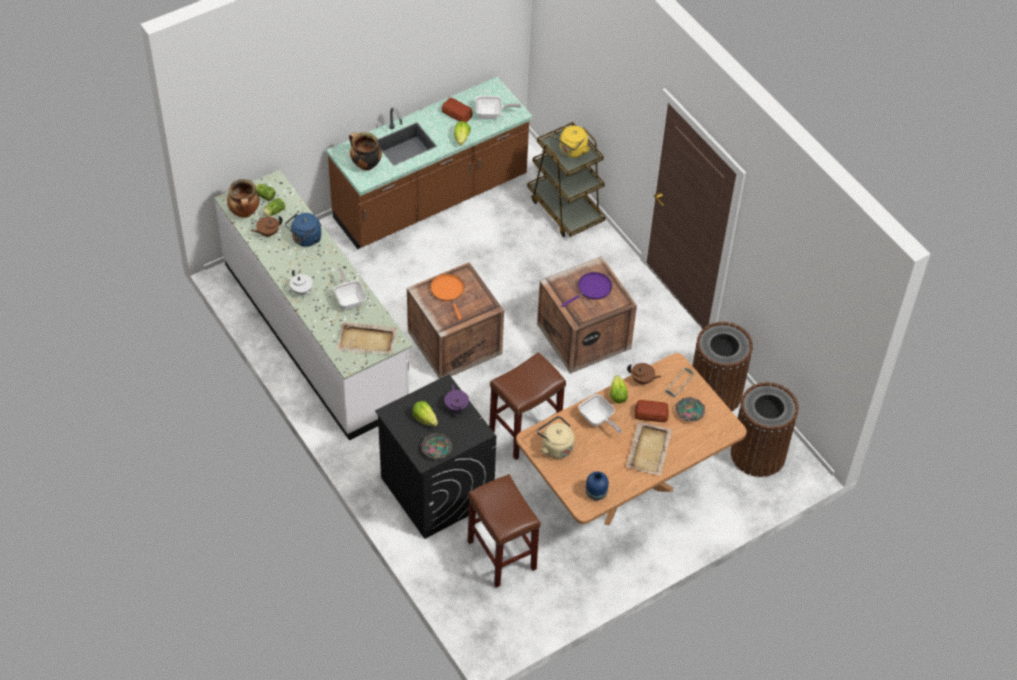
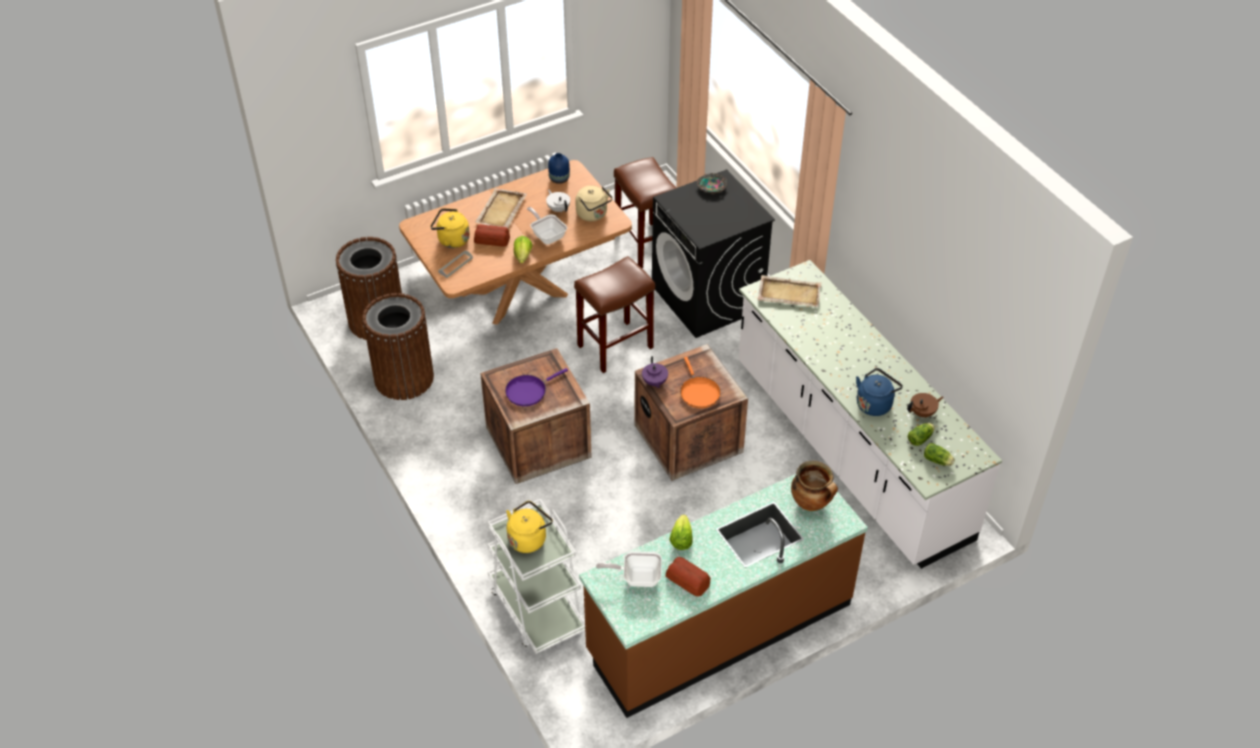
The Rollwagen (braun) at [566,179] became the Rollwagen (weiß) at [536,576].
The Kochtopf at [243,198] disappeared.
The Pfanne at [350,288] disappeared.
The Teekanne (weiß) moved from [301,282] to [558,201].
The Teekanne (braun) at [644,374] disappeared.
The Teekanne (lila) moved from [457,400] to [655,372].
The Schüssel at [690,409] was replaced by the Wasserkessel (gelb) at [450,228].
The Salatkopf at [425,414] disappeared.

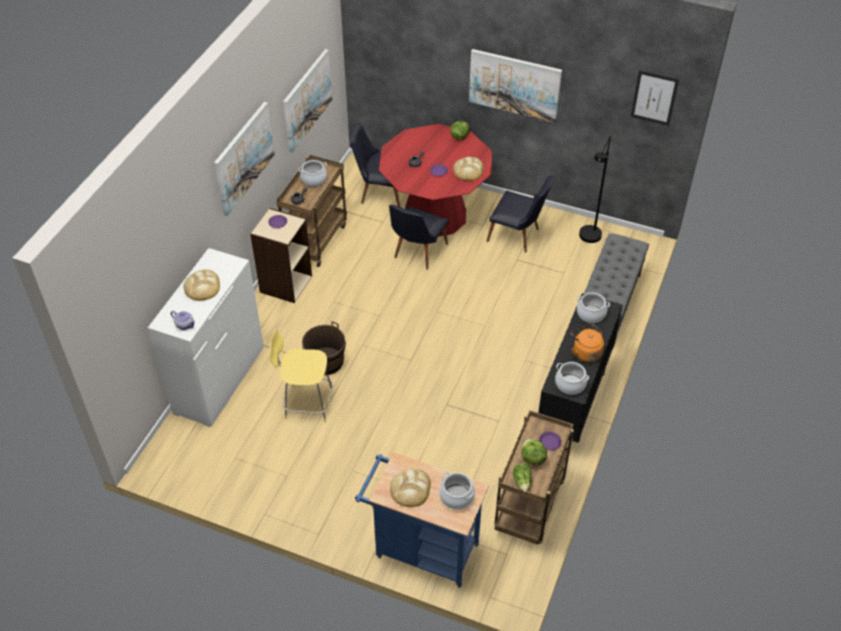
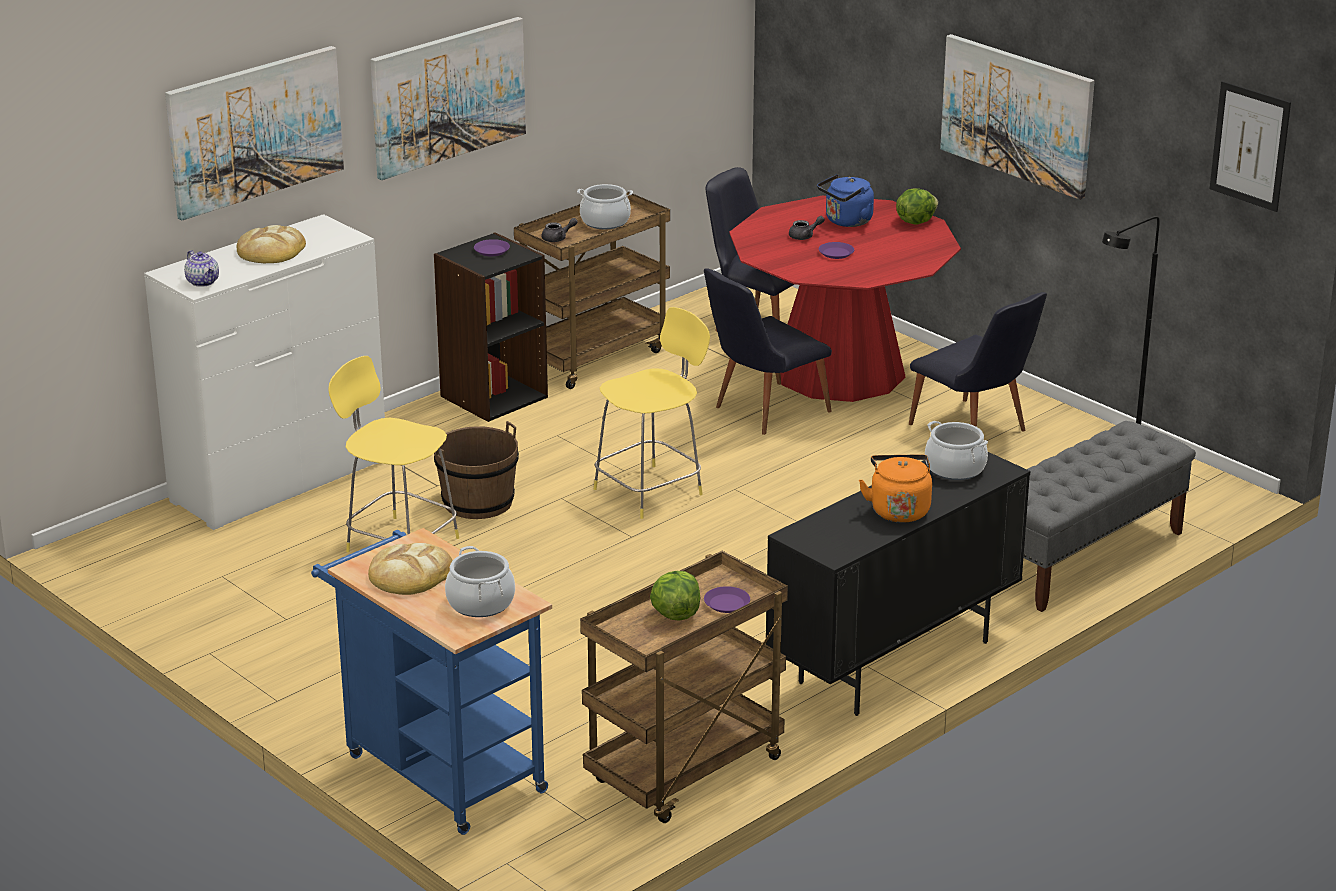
The Bild moved from [307,101] to [254,133].
The Brot at [468,169] disappeared.
The Bücherregal (beige) at [281,255] became the Bücherregal (schwarz) at [491,327].
The Kochtopf at [572,378] disappeared.
The Salatkopf at [522,477] disappeared.
The Wasserkessel (blau) at [845,200] appeared.
The Hocker (gelb) at [652,413] appeared.

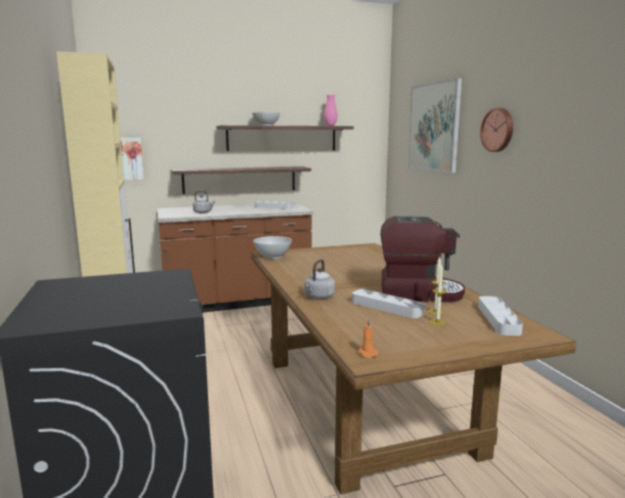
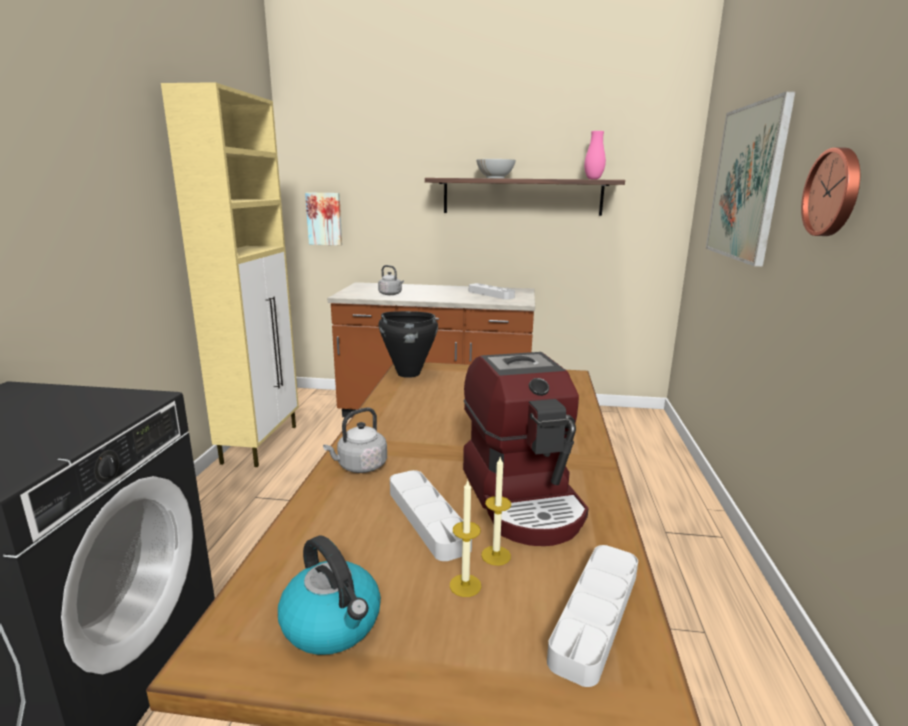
The Wandregal at [241,180] disappeared.
The Kaffeemaschine at [422,259] turned 45 degrees clockwise.
The Schüssel (weiß) at [272,247] was replaced by the Kochtopf (schwarz) at [408,344].
The Kerze (orange) at [368,338] disappeared.
The Wasserkessel at [329,595] appeared.

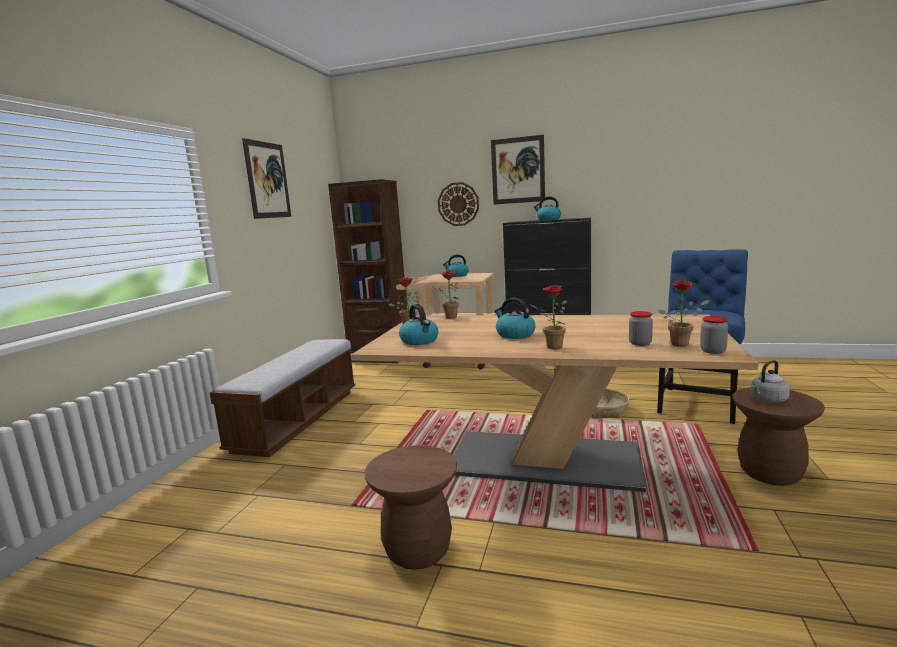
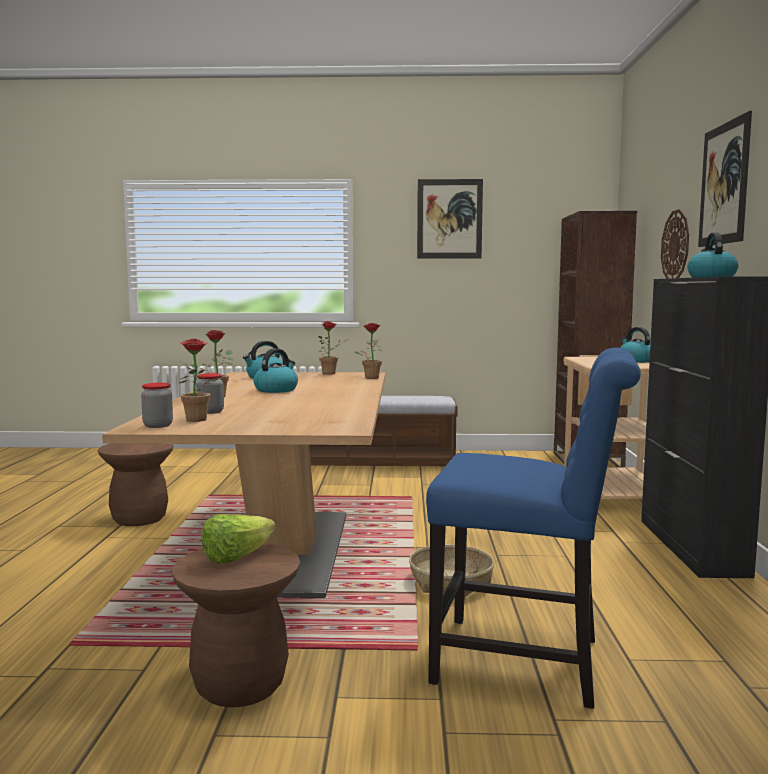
The Wasserkessel (grau) at [770,381] was replaced by the Salatkopf at [238,539].

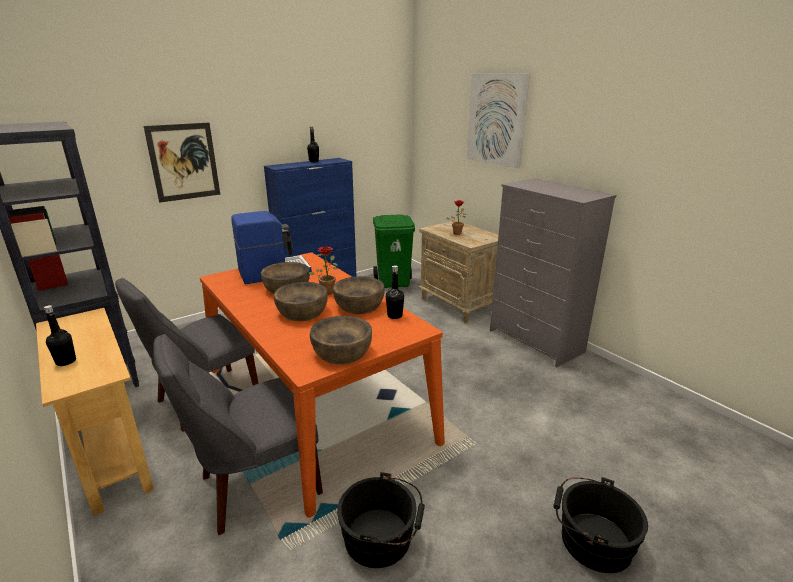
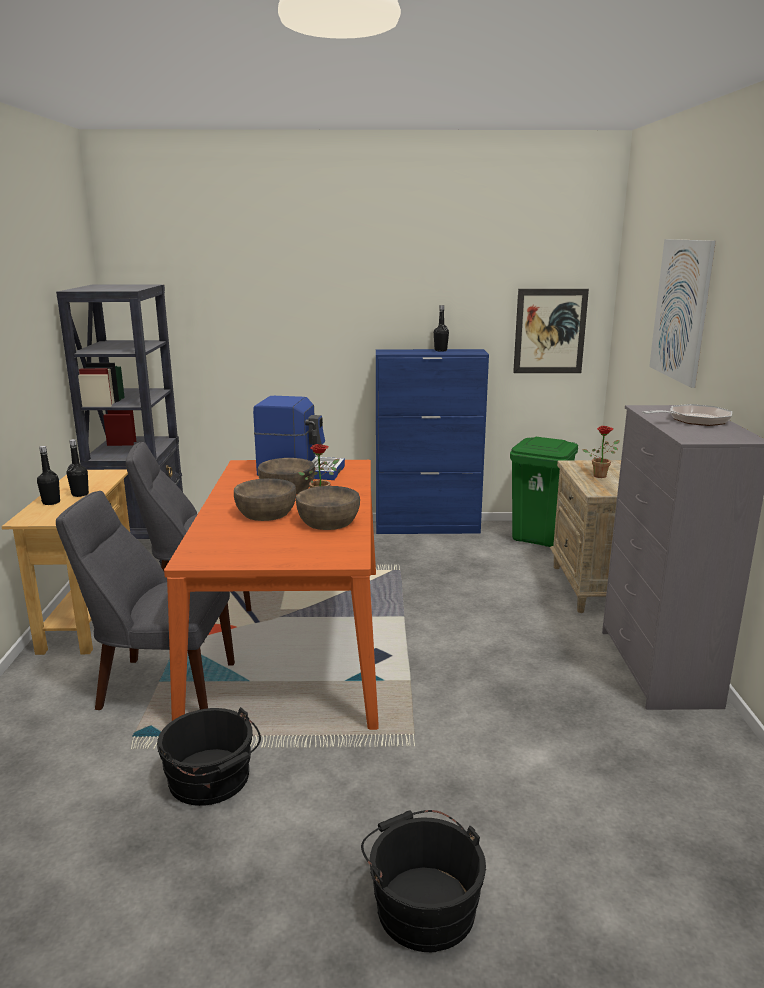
The Bild moved from [181,163] to [551,331].
The Flasche (schwarz) moved from [395,292] to [78,468].
The Schüssel (braun) at [341,340] disappeared.
The Pfanne at [687,415] appeared.

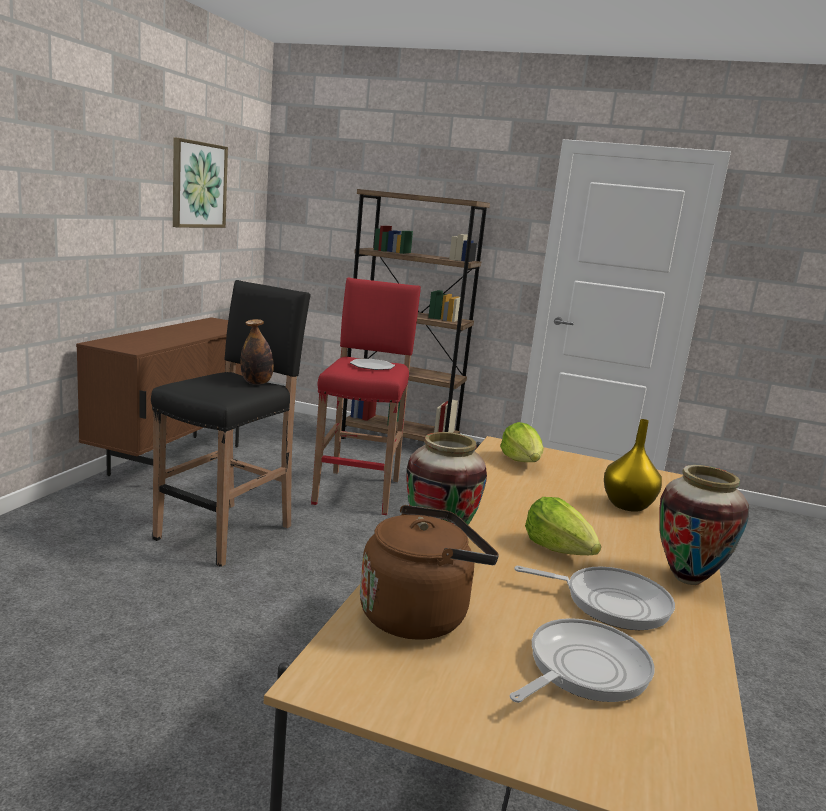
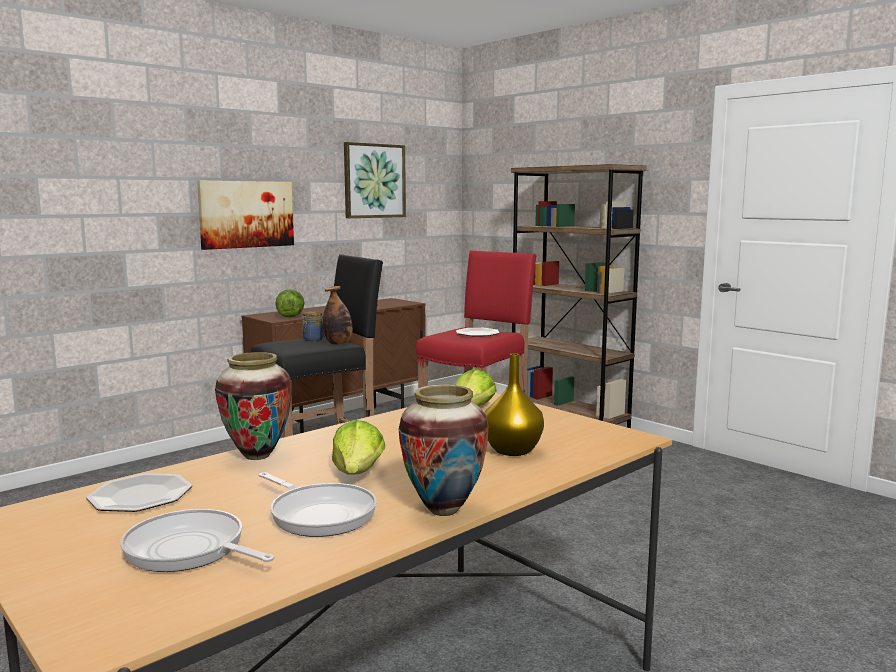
The Wasserkessel (braun) at [429,572] was replaced by the Teller at [139,492].
The Pfanne at [582,660] turned 135 degrees counterclockwise.
The Bild at [245,215] appeared.
The Salatkopf at [290,303] appeared.
The Vorratsglas at [313,326] appeared.

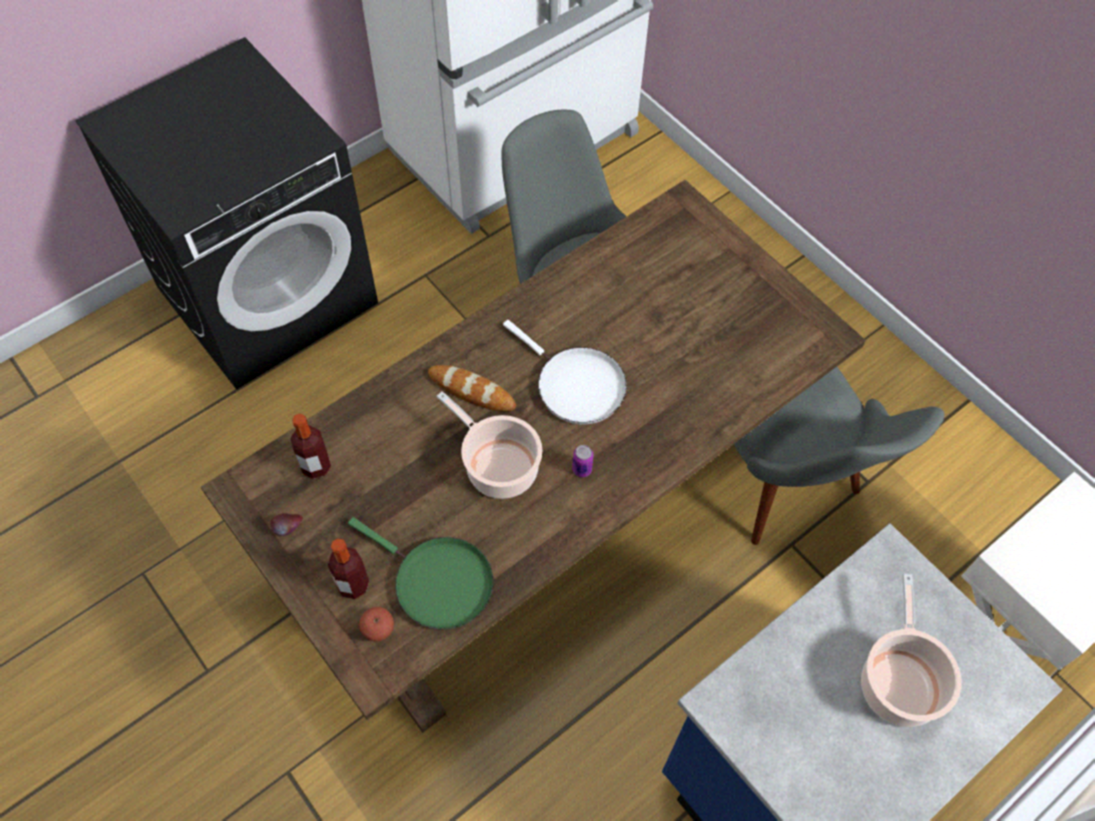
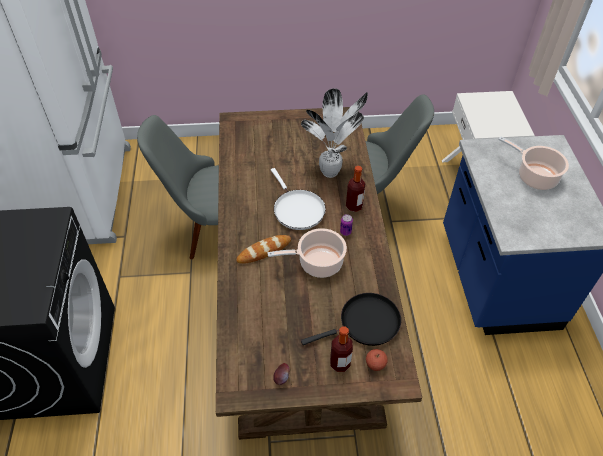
The Pfanne (weiß) at [565,372] turned 75 degrees clockwise.
The Flasche moved from [311,446] to [355,189].
The Pfanne (grün) at [420,573] became the Pfanne (schwarz) at [351,319].
The Topfpflanze at [334,133] appeared.

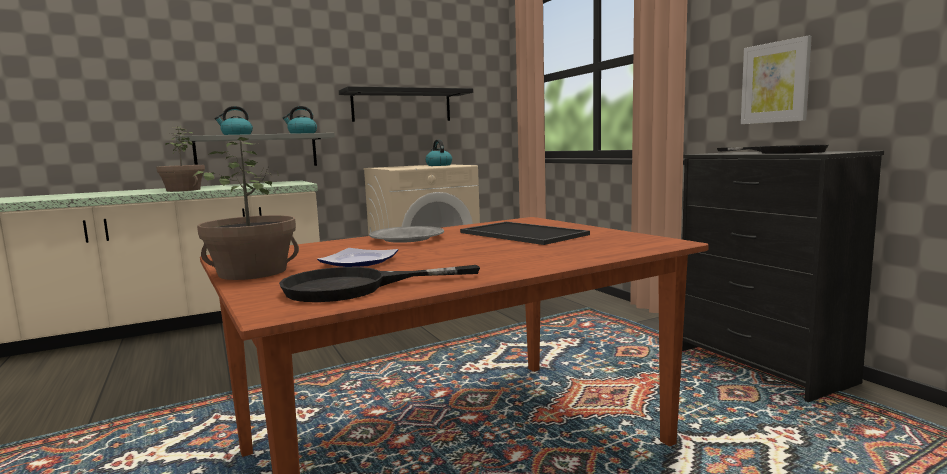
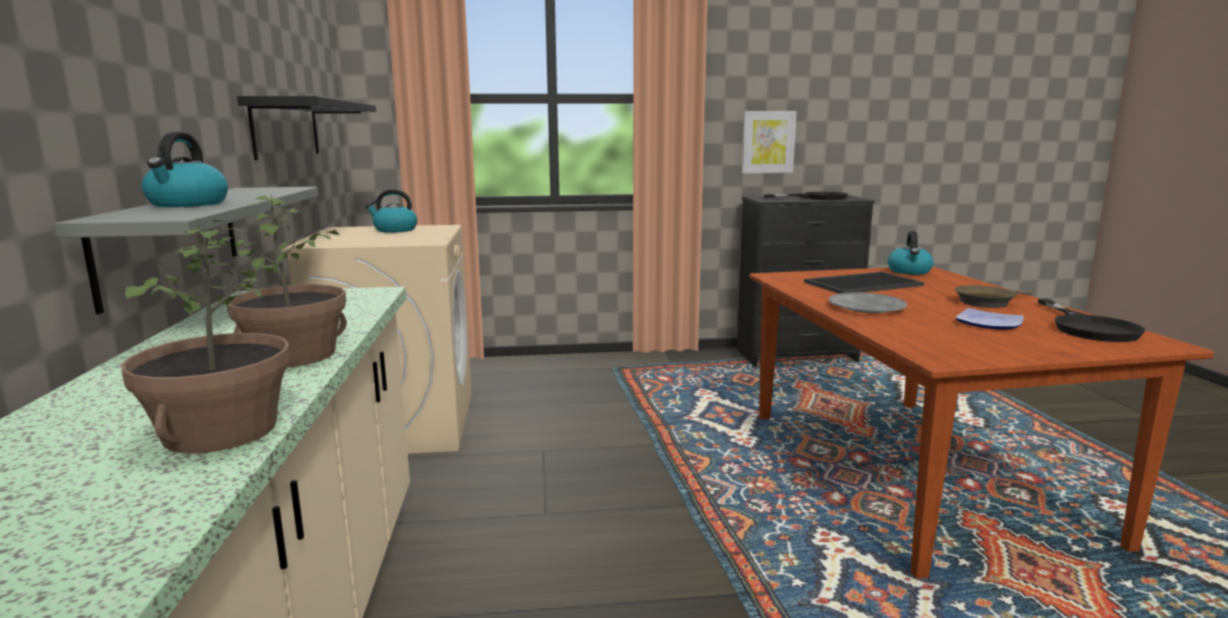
The Wasserkessel moved from [300,120] to [911,253].
The Topfpflanze moved from [246,208] to [206,335].
The Pfanne (braun) at [993,296] appeared.

